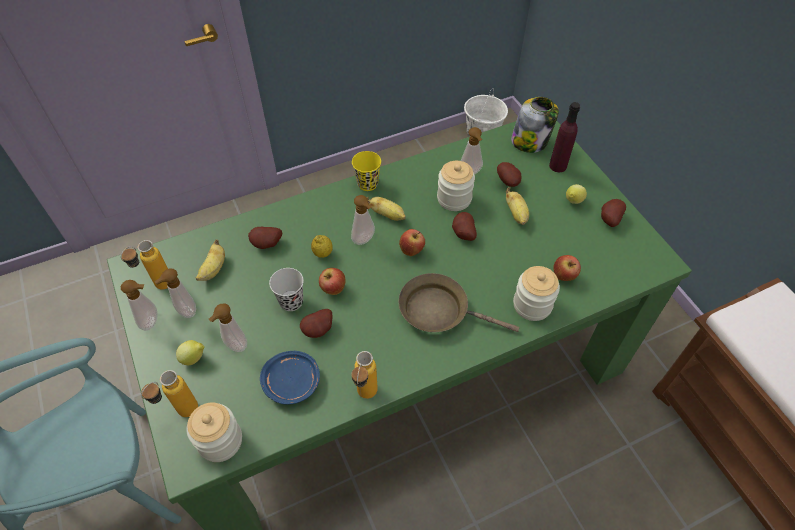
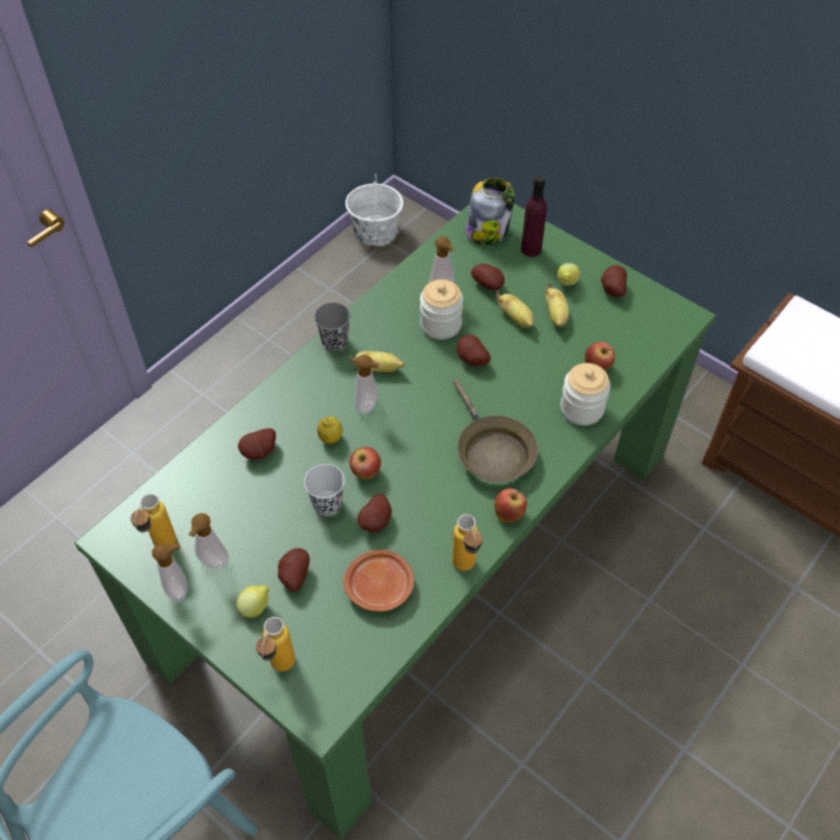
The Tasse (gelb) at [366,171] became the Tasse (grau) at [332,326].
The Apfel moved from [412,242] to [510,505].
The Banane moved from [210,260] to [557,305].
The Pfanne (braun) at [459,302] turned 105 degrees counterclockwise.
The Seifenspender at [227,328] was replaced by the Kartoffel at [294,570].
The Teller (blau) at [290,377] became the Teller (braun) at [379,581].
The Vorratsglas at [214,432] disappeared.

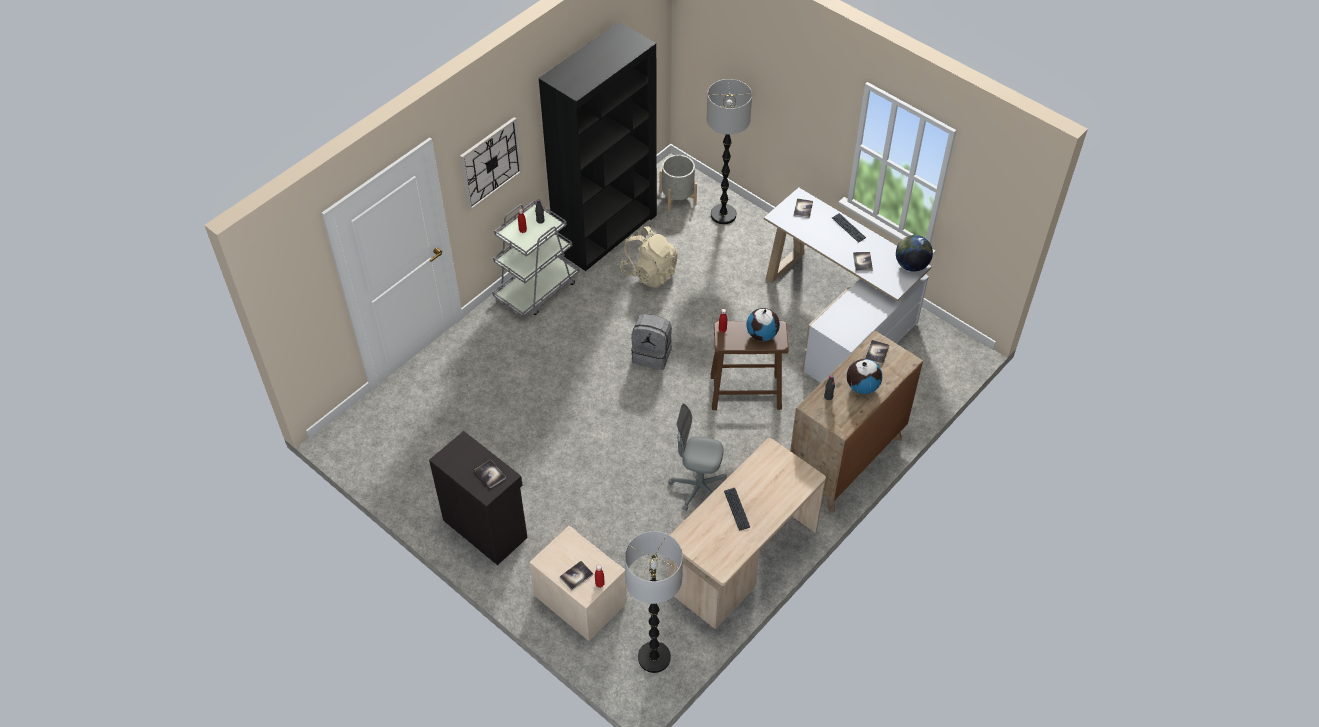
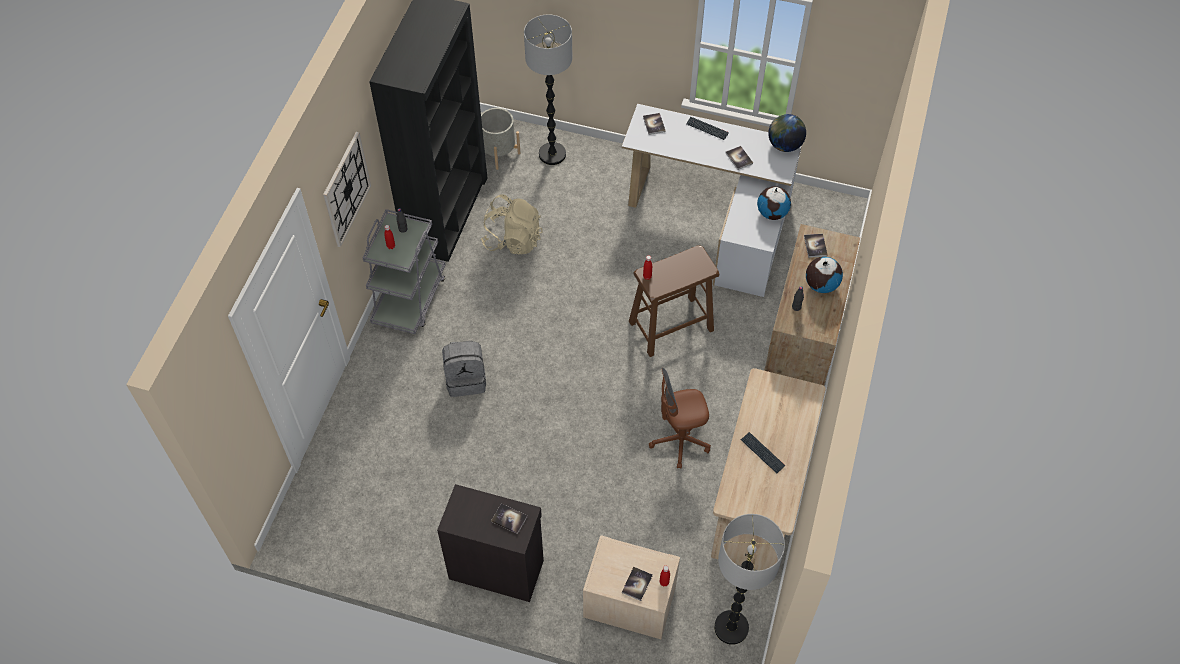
The Globus moved from [763,324] to [774,203].
The Rucksack (grau) moved from [651,342] to [464,369].
The Bürostuhl (grau) at [697,457] became the Bürostuhl (braun) at [680,418].

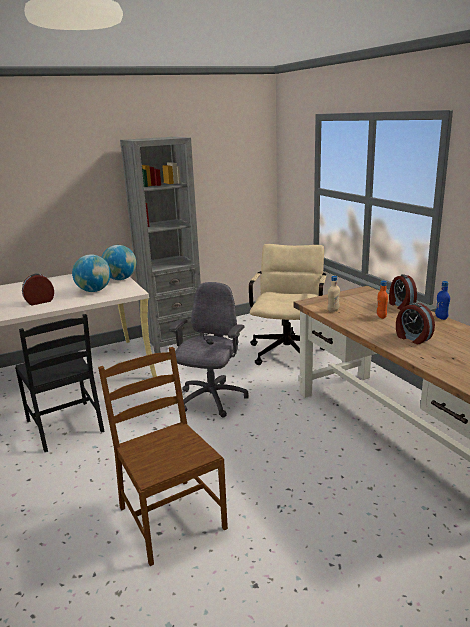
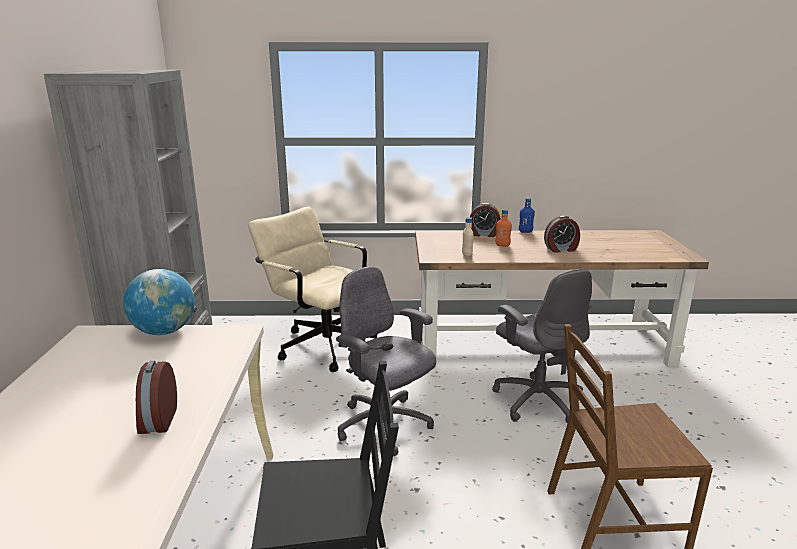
The Globus at [91,273] disappeared.
The Bürostuhl (grau) at [542,346] appeared.

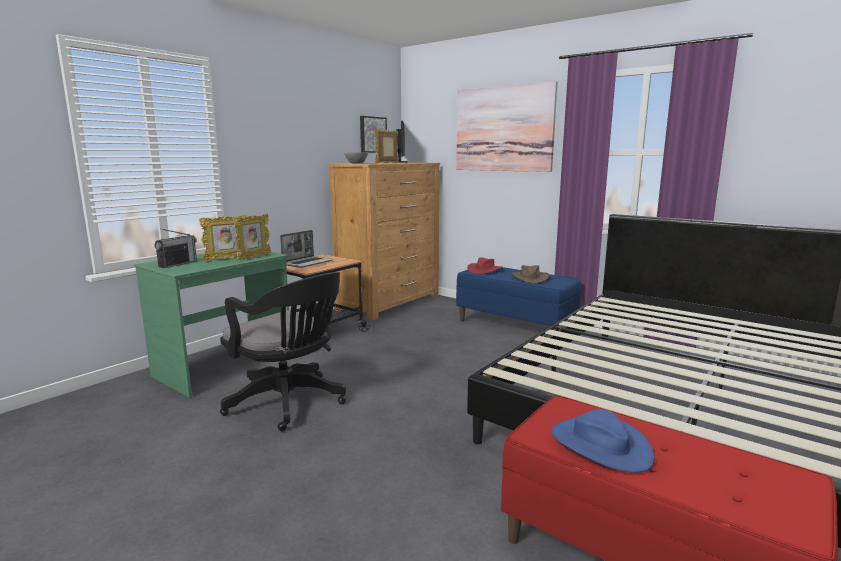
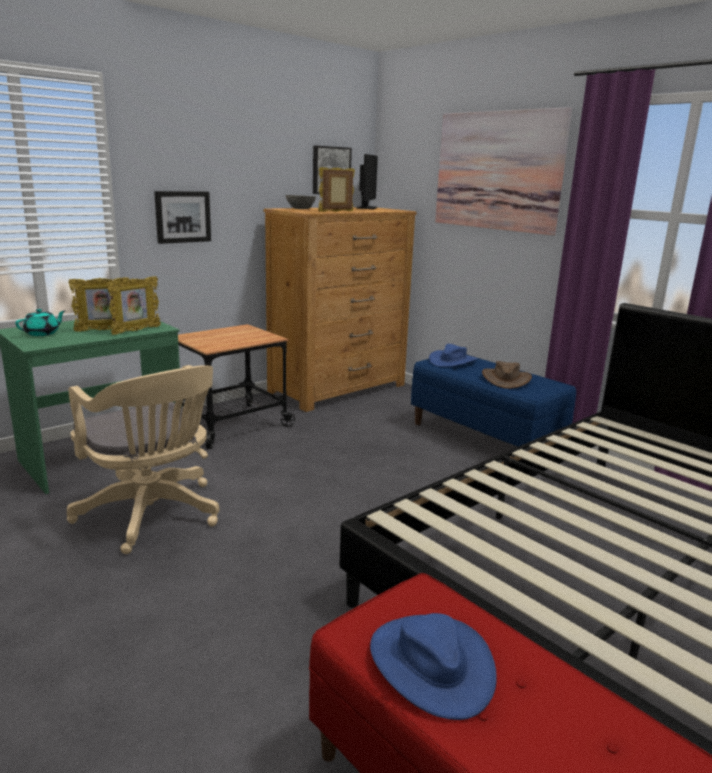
The Radio at [175,248] was replaced by the Teekanne (türkis) at [40,322].
The Laptop at [306,249] disappeared.
The Hut (rot) at [484,265] became the Hut (blau) at [453,355].
The Bürostuhl (schwarz) at [283,351] became the Bürostuhl (beige) at [143,459].
The Bild at [182,217] appeared.

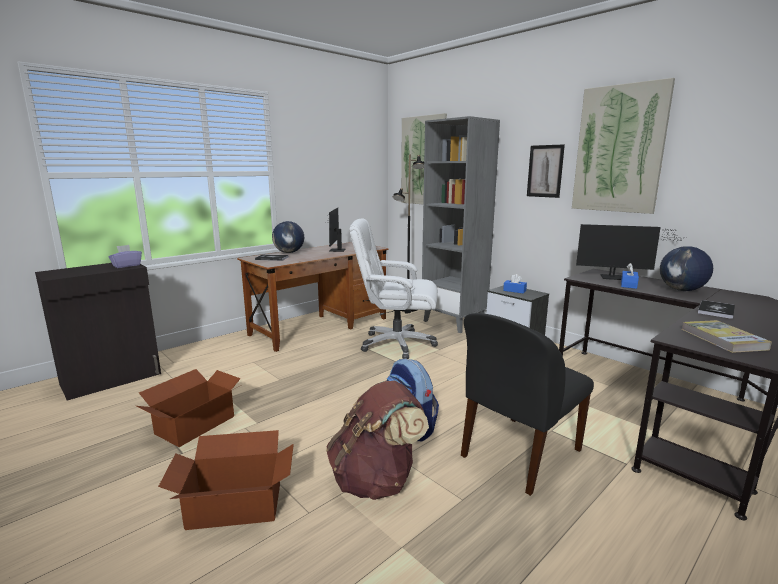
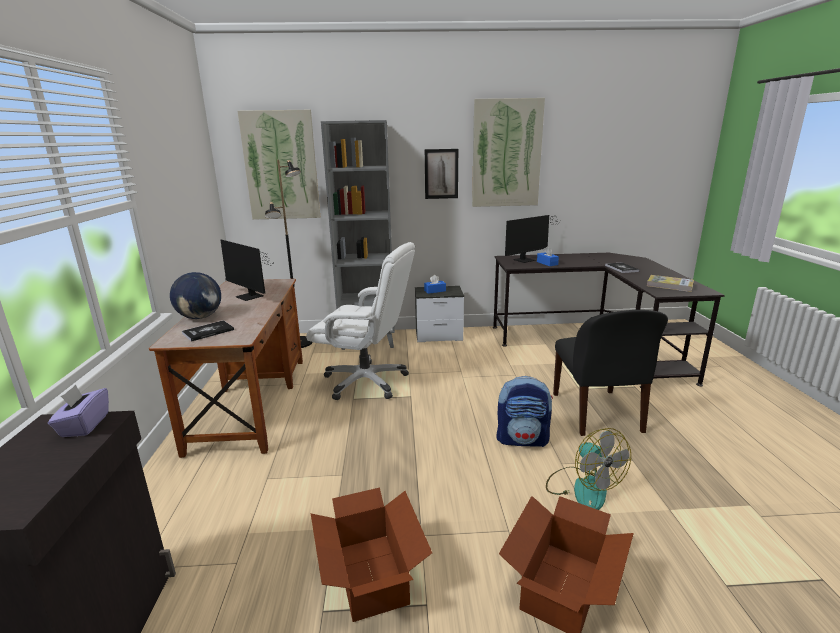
The Bürostuhl (weiß) at [394,288] turned 120 degrees counterclockwise.
The Globus at [686,268] disappeared.
The Rucksack (braun) at [377,440] was replaced by the Ventilator at [588,469].

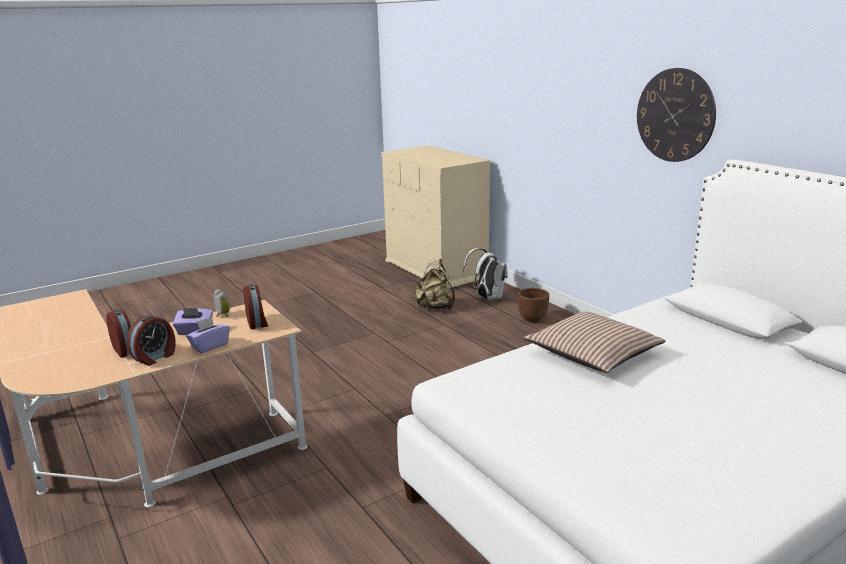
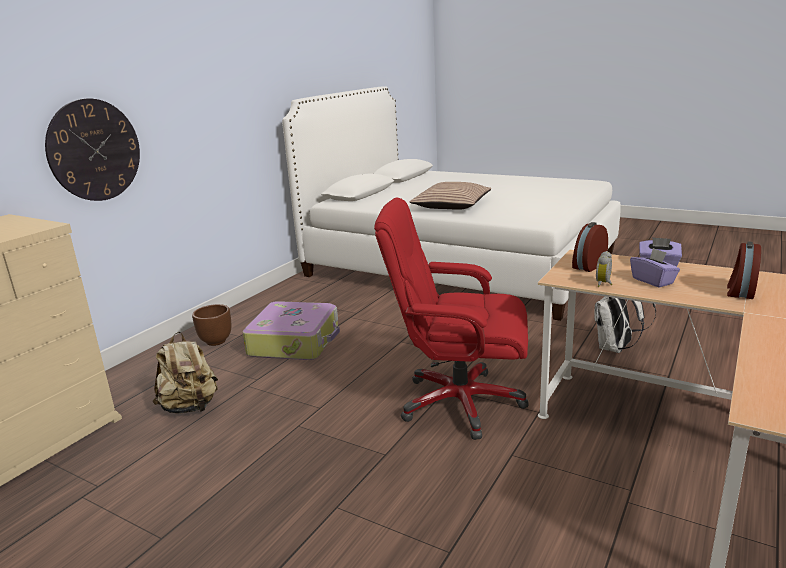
The Wanduhr moved from [676,115] to [92,150].
The Rucksack (weiß) moved from [485,274] to [625,324].
The Wecker at [151,340] disappeared.
The Bürostuhl (rot) at [451,318] appeared.
The Koffer at [291,330] appeared.

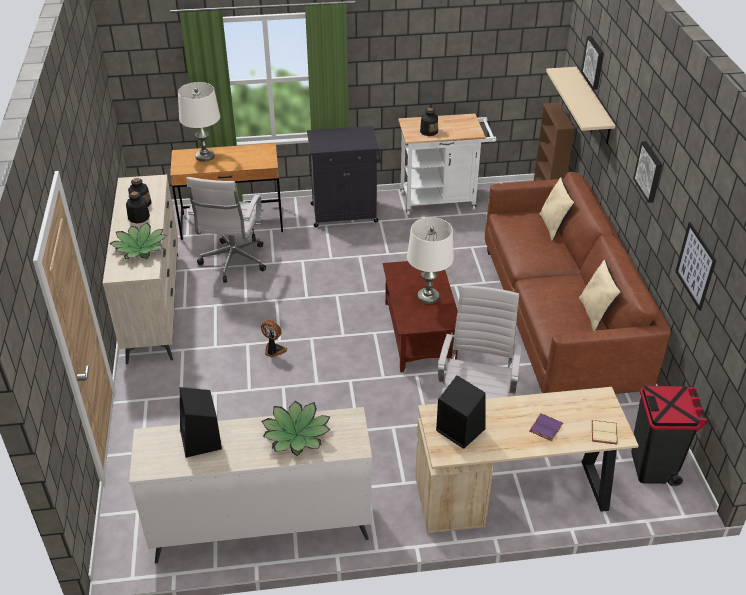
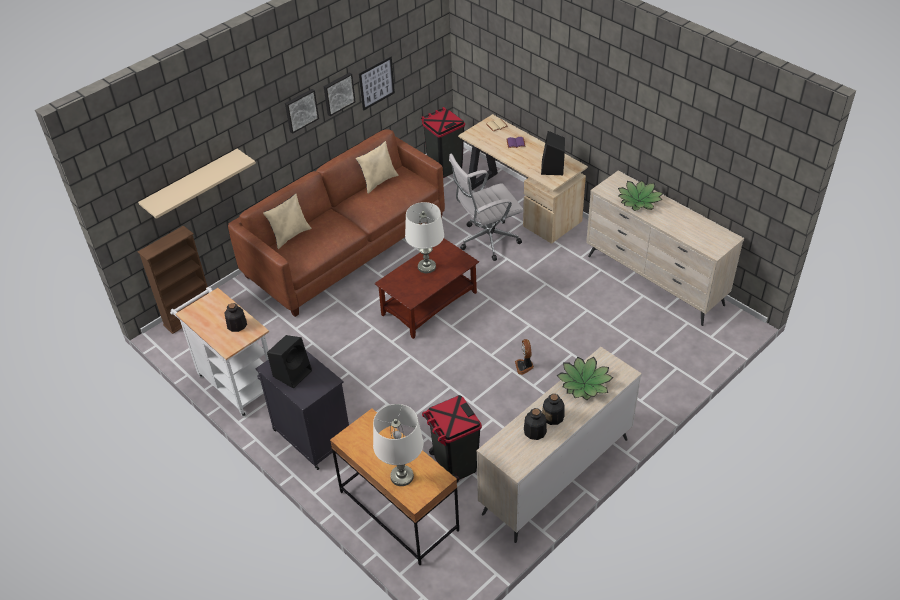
The Bild moved from [593,63] to [340,94].
The Bürostuhl (weiß) at [226,230] was replaced by the Mülleimer (schwarz) at [452,439].
The Lautsprecher (schwarz) moved from [201,422] to [289,362].

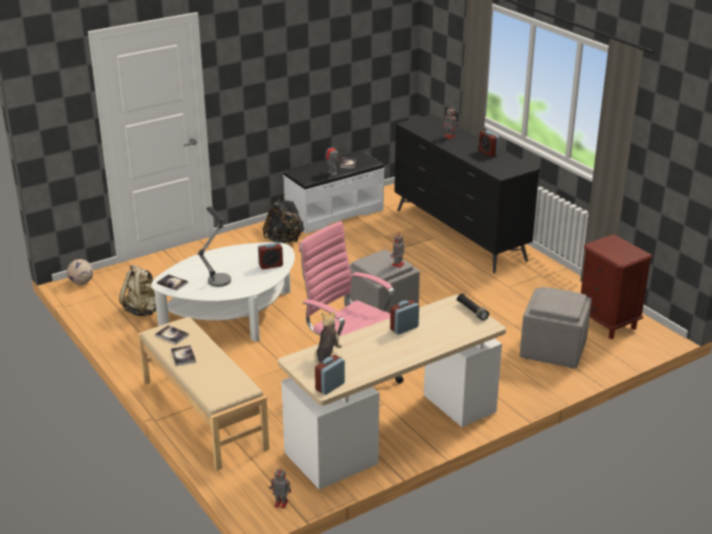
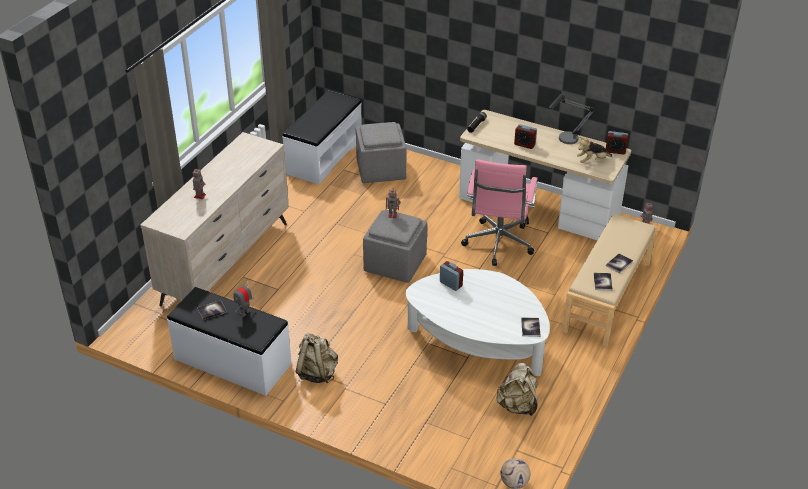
The Kommode (schwarz) at [467,193] became the Kommode (beige) at [214,219].
The Wecker at [489,143] disappeared.
The Rucksack (schwarz) at [283,219] became the Rucksack (beige) at [317,358].
The Tischlampe moved from [214,247] to [572,119].
The Nachttisch (braun) at [617,286] was replaced by the Bank (weiß) at [322,137].

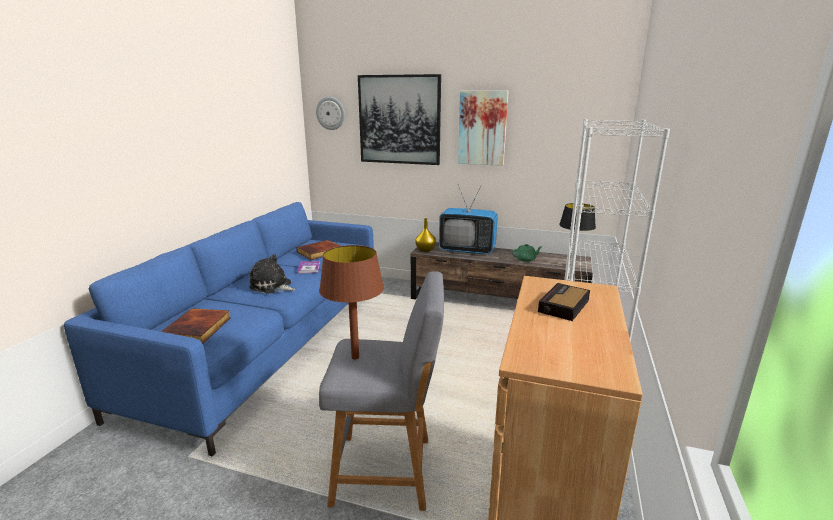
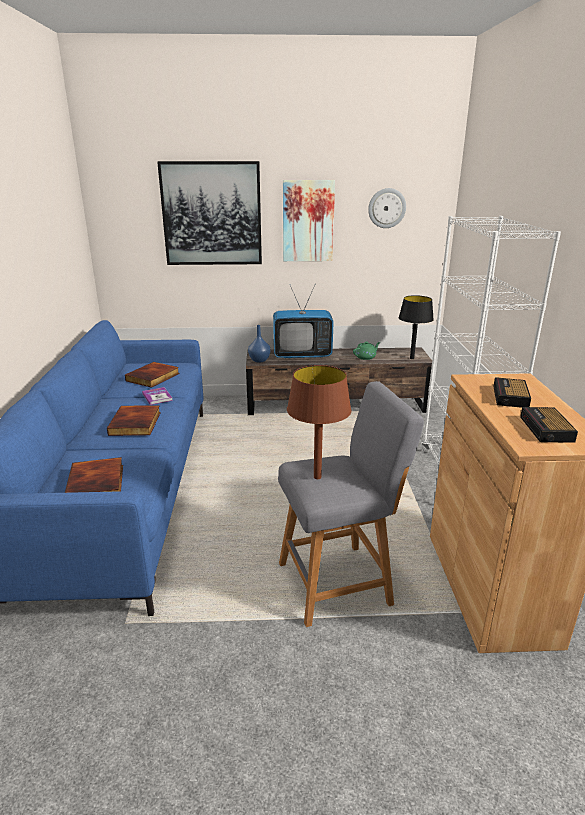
The Wanduhr moved from [330,113] to [387,208].
The Vase (gelb) at [425,235] became the Vase (blau) at [259,343].
The Plüschtier at [272,274] was replaced by the Buch at [134,420].
The Wecker at [549,425] appeared.

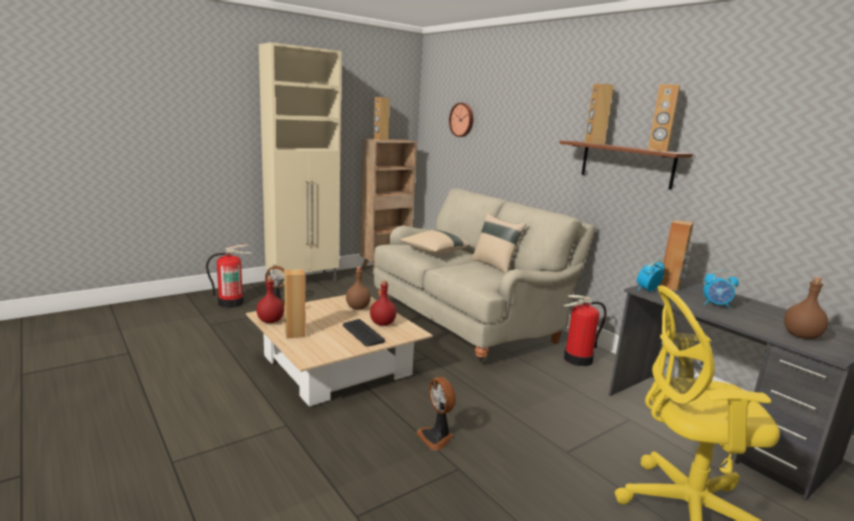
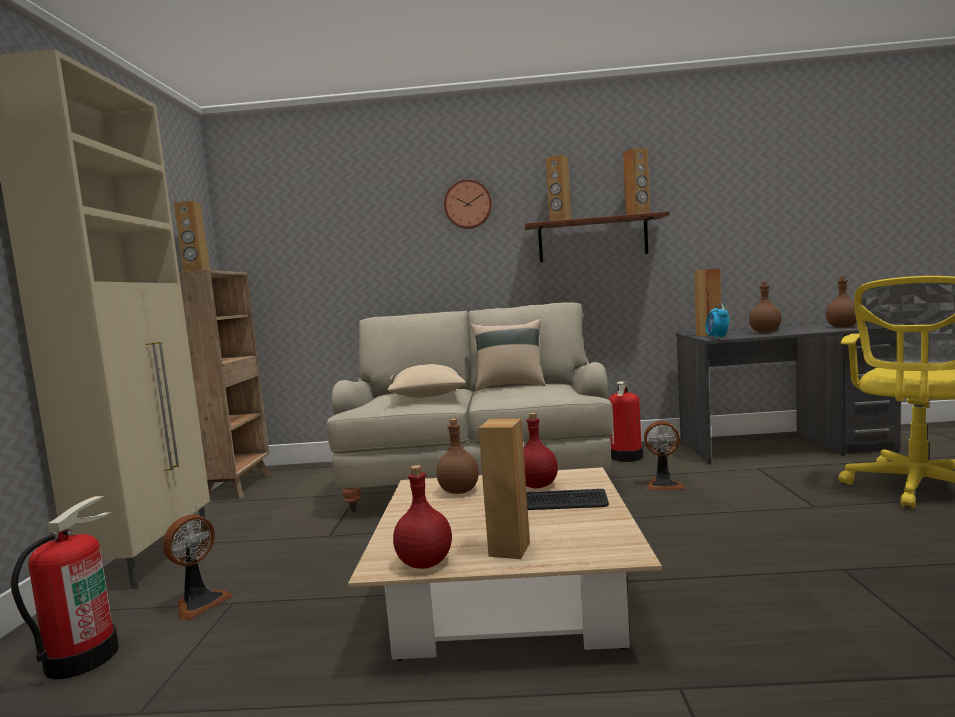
The Wanduhr moved from [461,120] to [468,204].
The Wecker at [721,289] was replaced by the Flasche (braun) at [765,307].
The Ventilator moved from [436,414] to [664,455].

